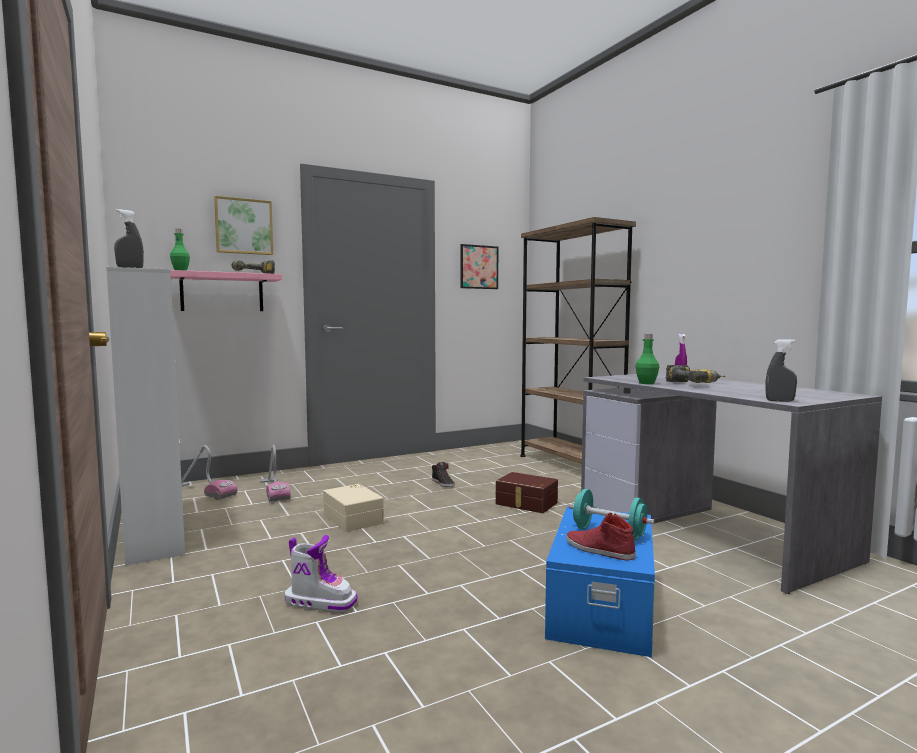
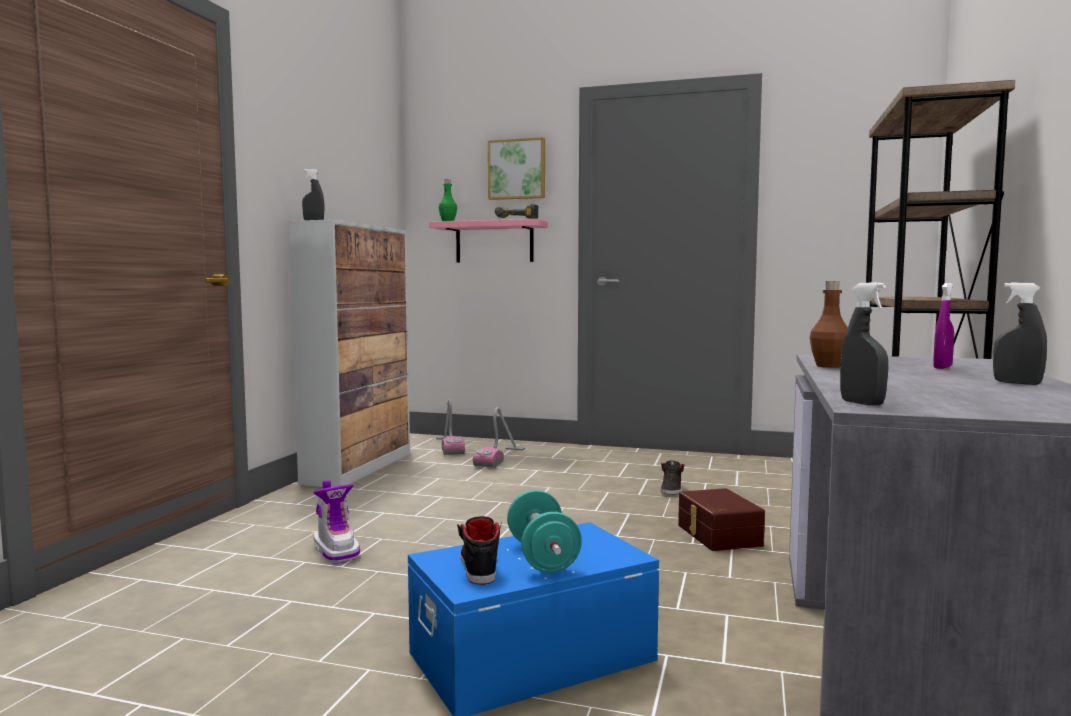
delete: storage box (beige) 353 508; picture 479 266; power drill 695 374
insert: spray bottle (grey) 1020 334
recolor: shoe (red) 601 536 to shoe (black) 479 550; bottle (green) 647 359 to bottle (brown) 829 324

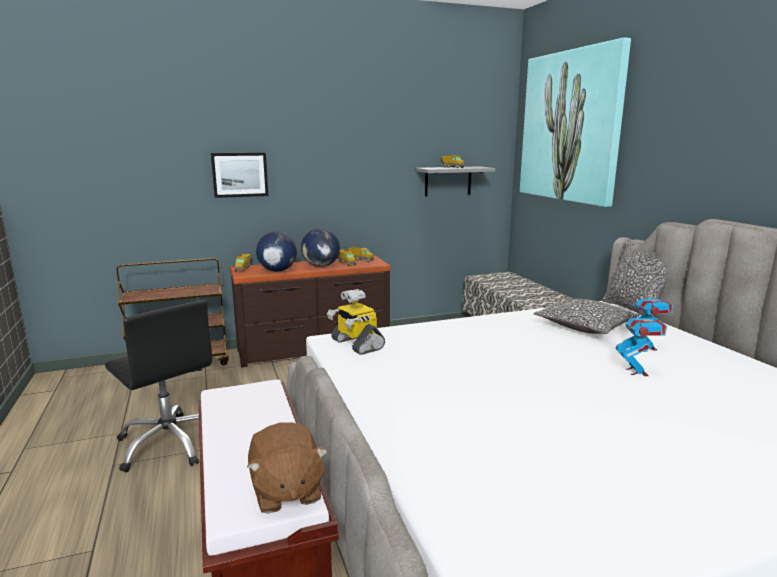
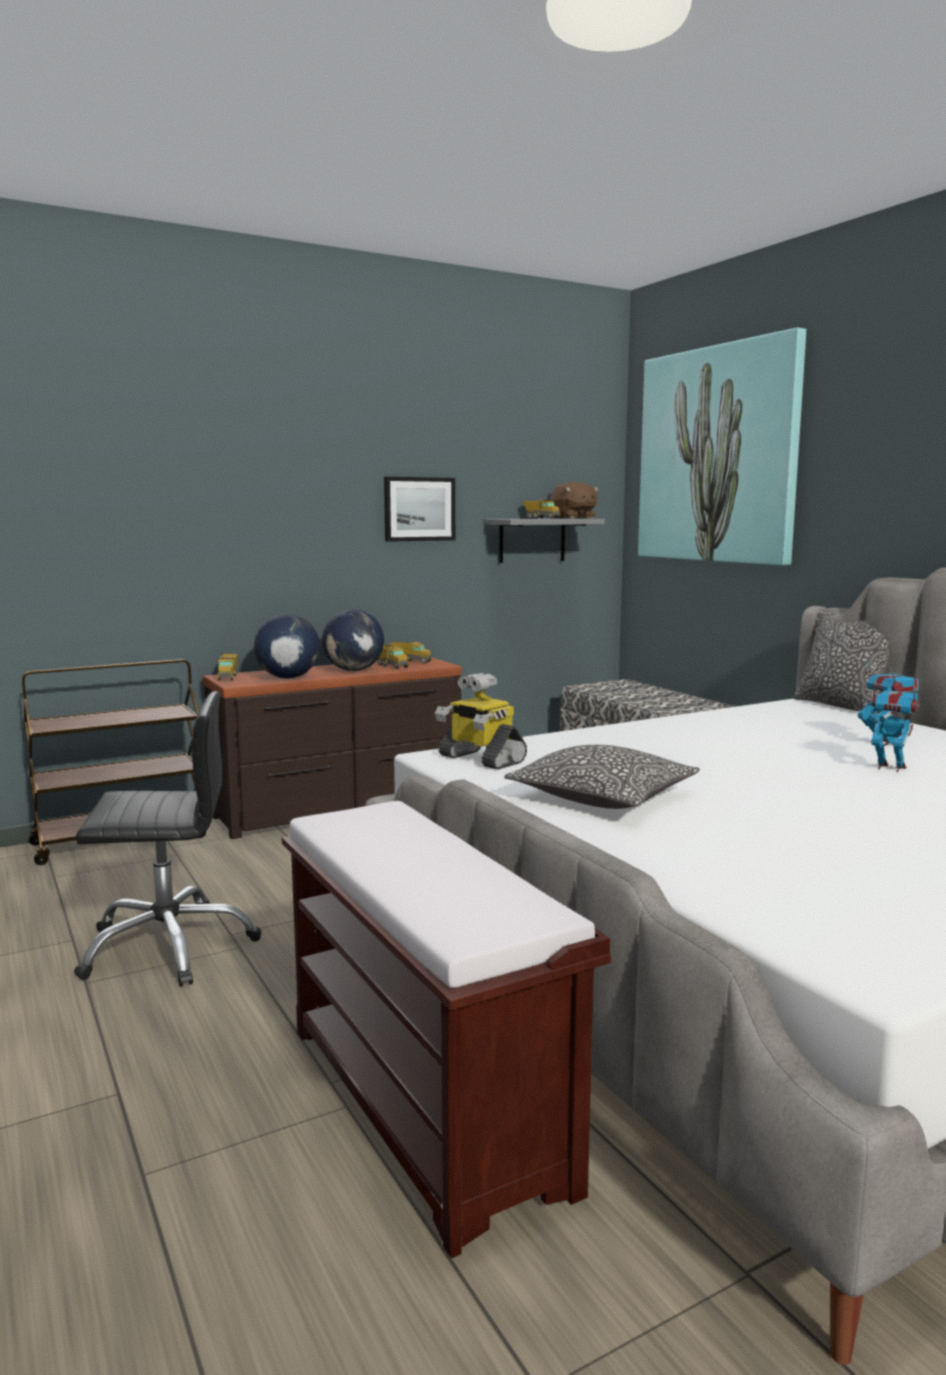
move: picture 239 175 to 419 509; plush toy (brown) 287 467 to 574 500; pillow 587 316 to 602 777
rotate: office chair (black) 158 386 = 167 839 45 degrees counterclockwise; toy robot 641 341 = 895 726 45 degrees counterclockwise

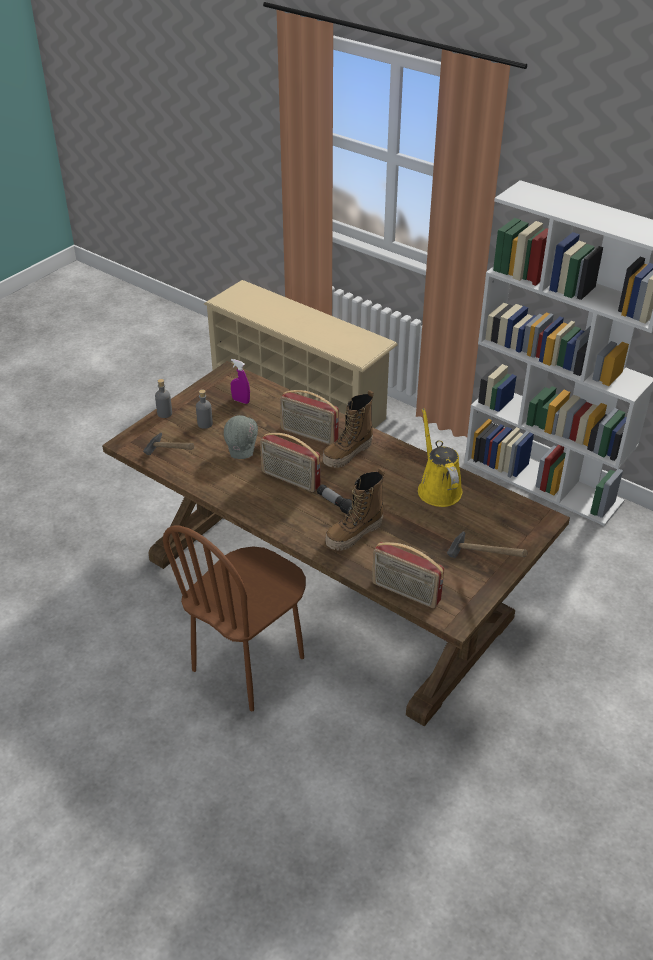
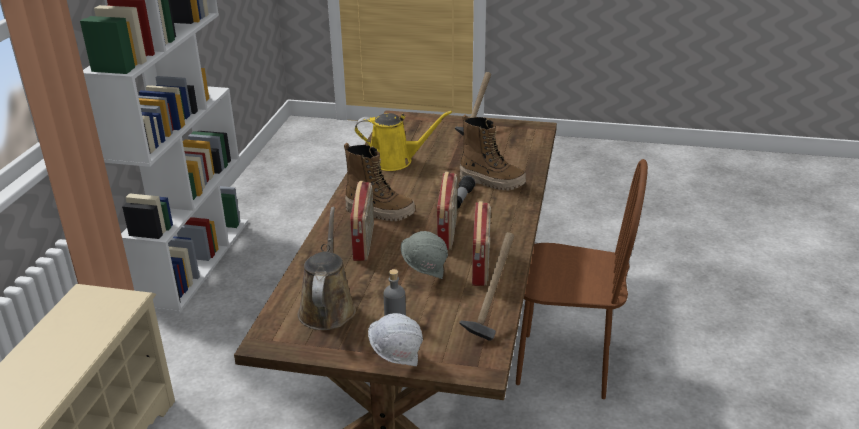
move: radio 408 575 to 481 243
replace: bottle (grey) 163 398 to hard hat (white) 395 339; spray bottle (purple) 240 381 to watering can (brown) 326 268
rotate: watering can (yellow) 440 457 = 403 141 135 degrees counterclockwise

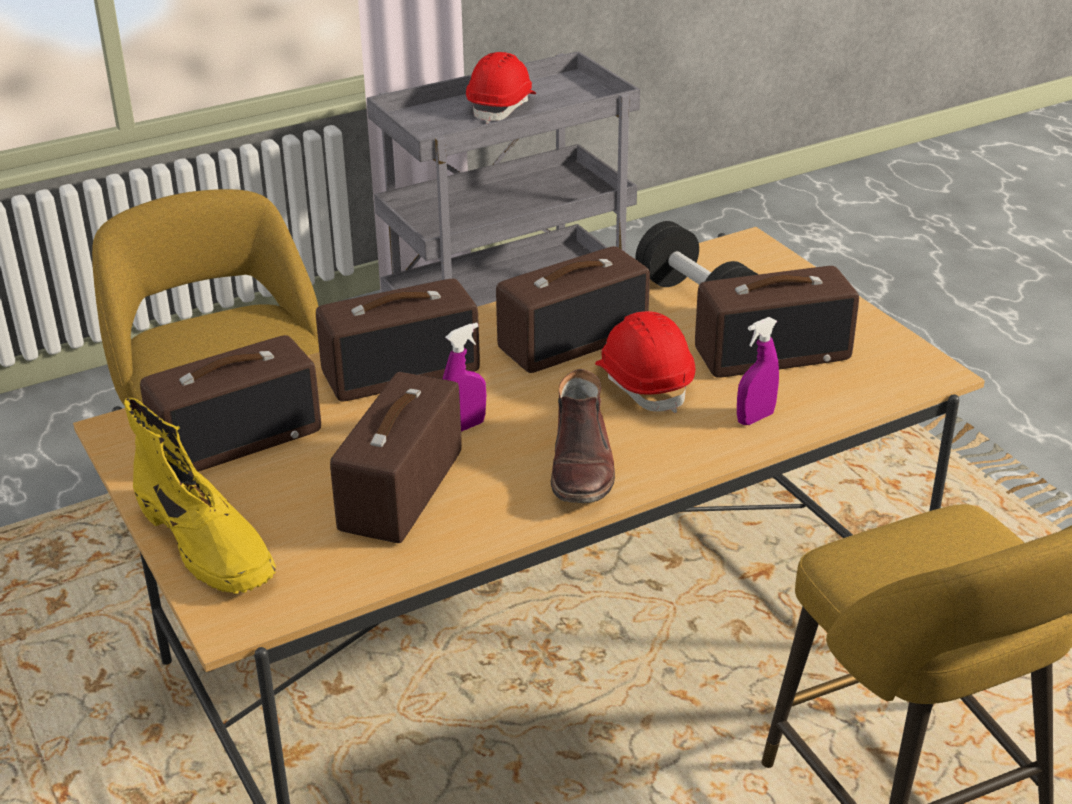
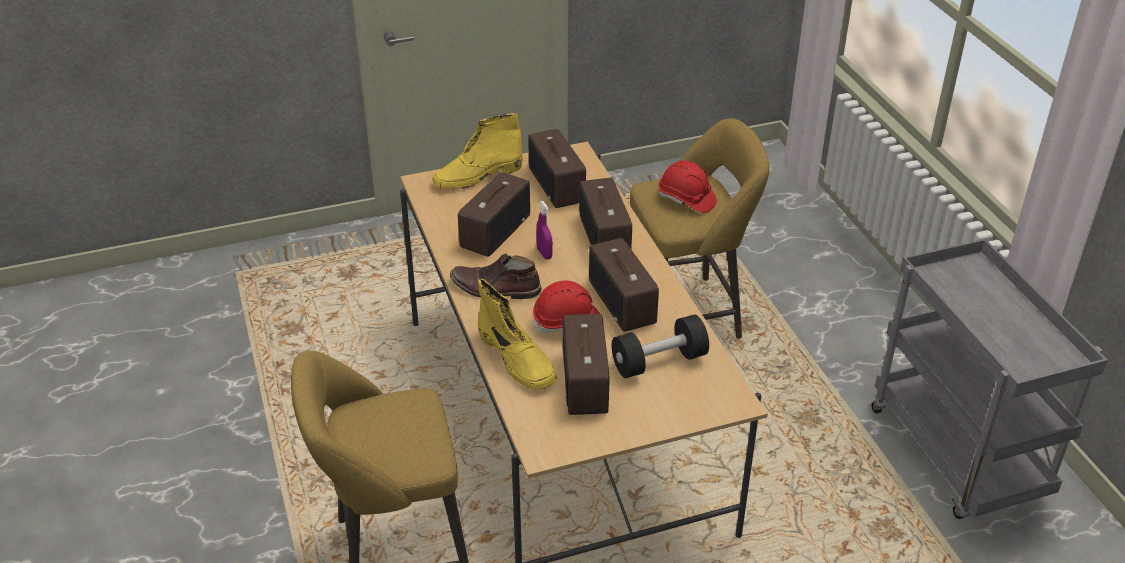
move: hard hat (red) 501 88 to 687 187
replace: spray bottle (purple) 758 371 to boot (yellow) 517 334
rotate: radio 396 457 = 494 214 90 degrees clockwise

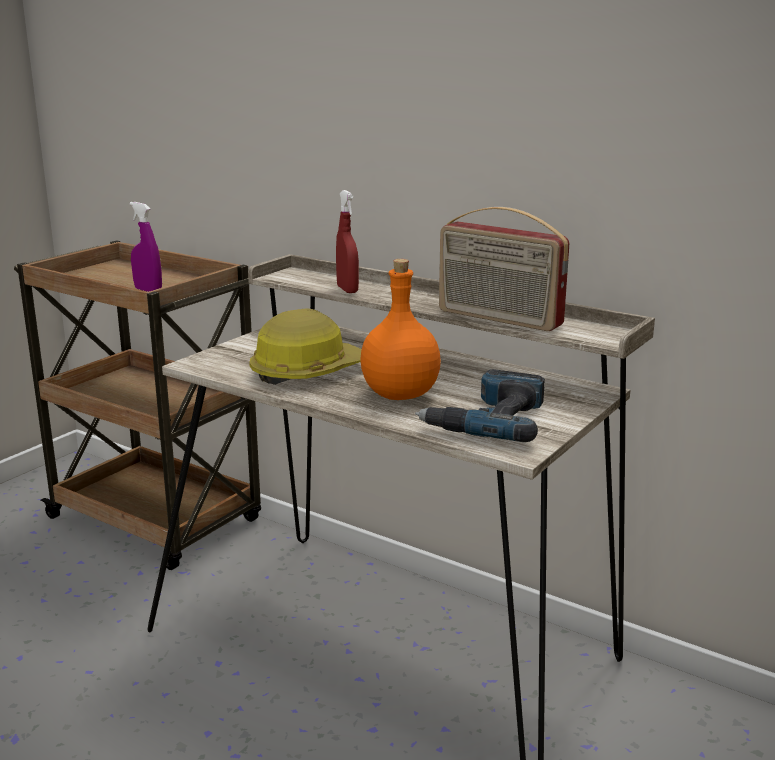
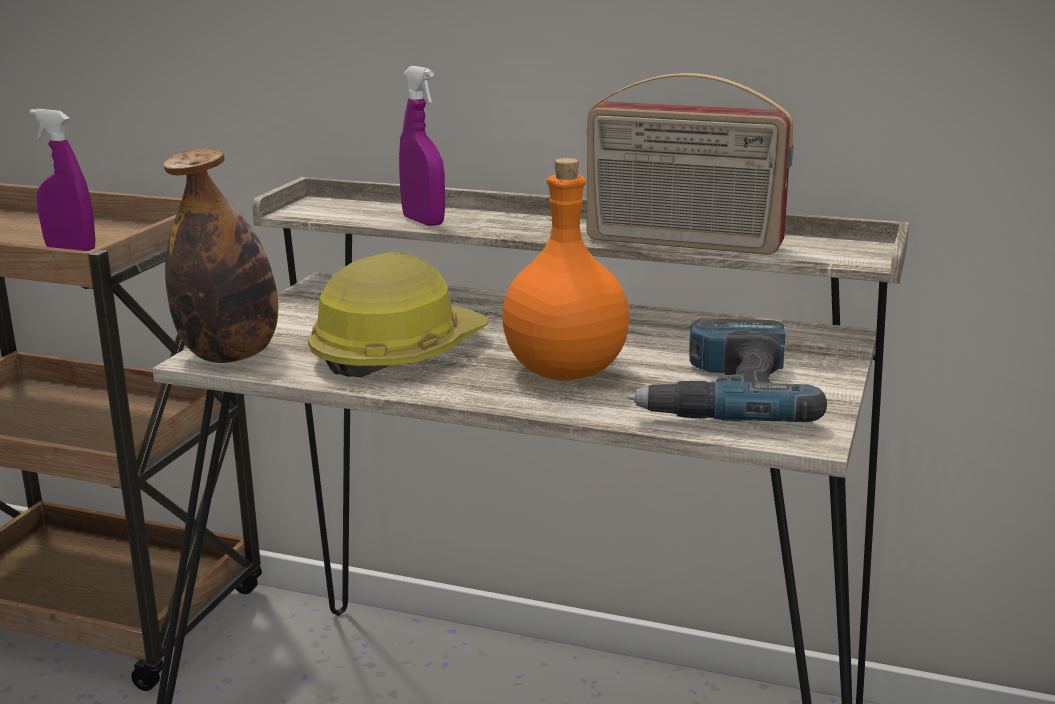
insert: bottle 220 255
recolor: spray bottle (red) 347 241 to spray bottle (purple) 422 146

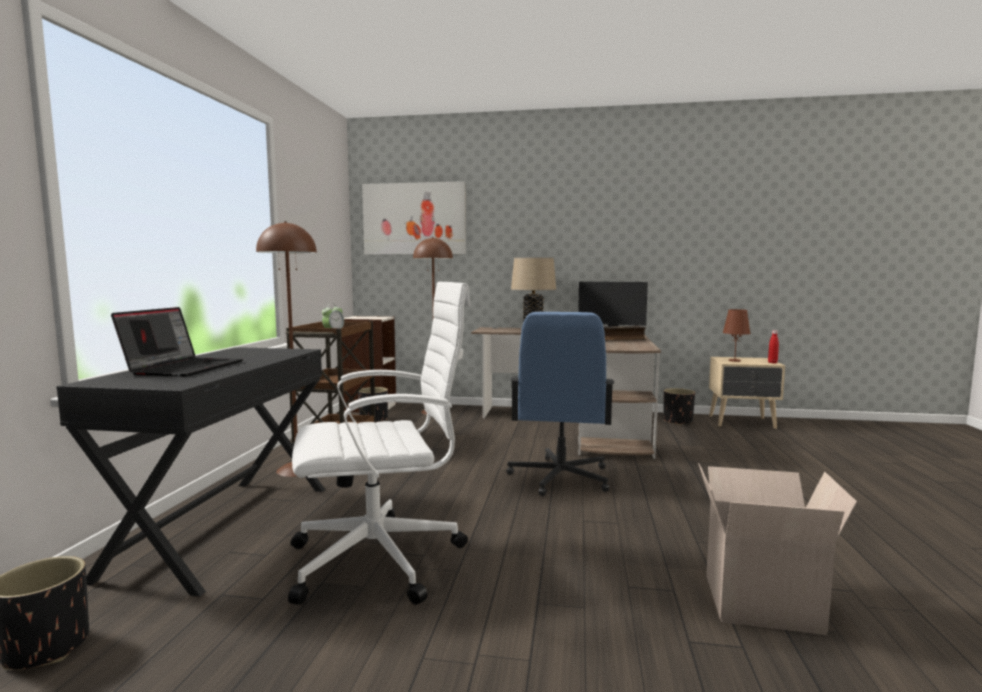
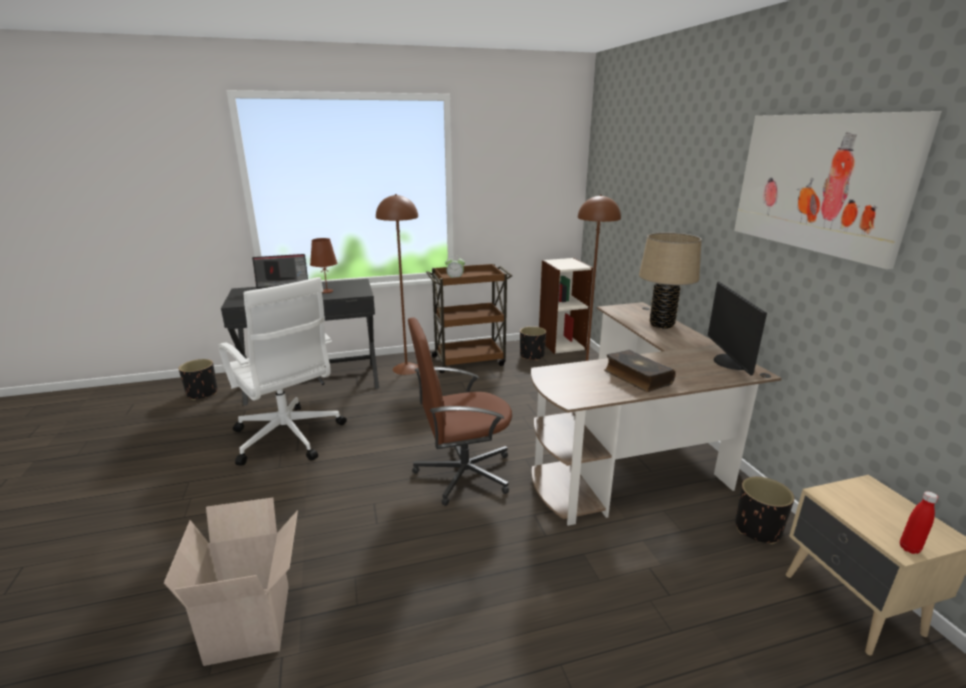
move: picture 414 218 to 838 190; table lamp (brown) 736 335 to 323 265
recolor: office chair (blue) 560 404 to office chair (brown) 460 412

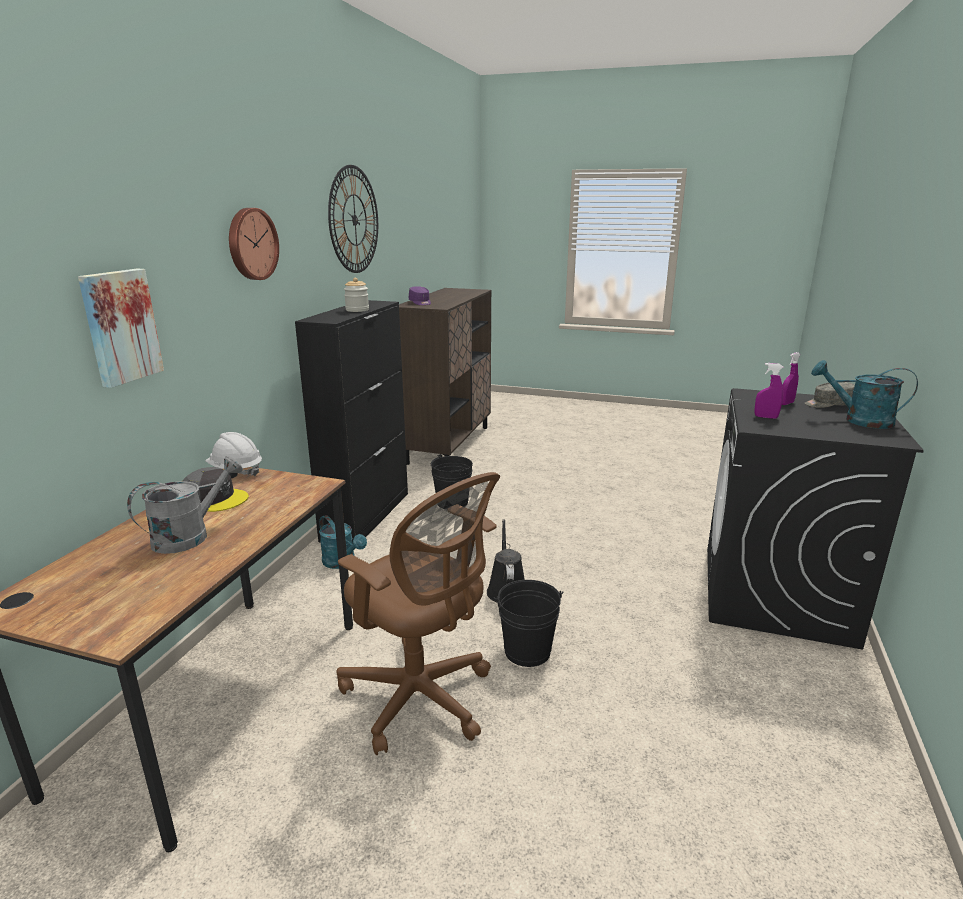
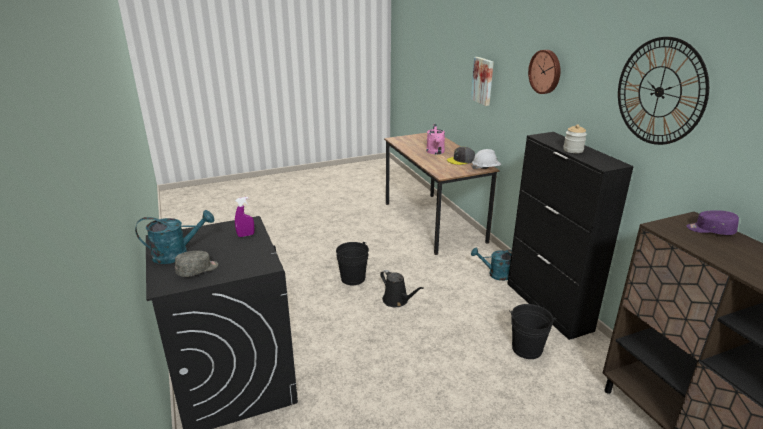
delete: office chair (brown) 418 613; spray bottle (purple) 791 378
recolor: watering can (grey) 185 505 to watering can (pink) 435 139

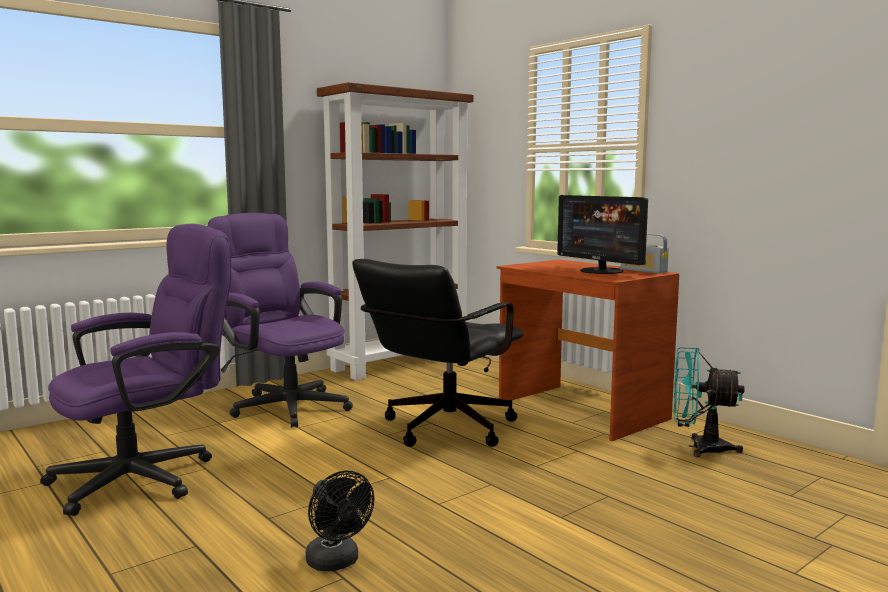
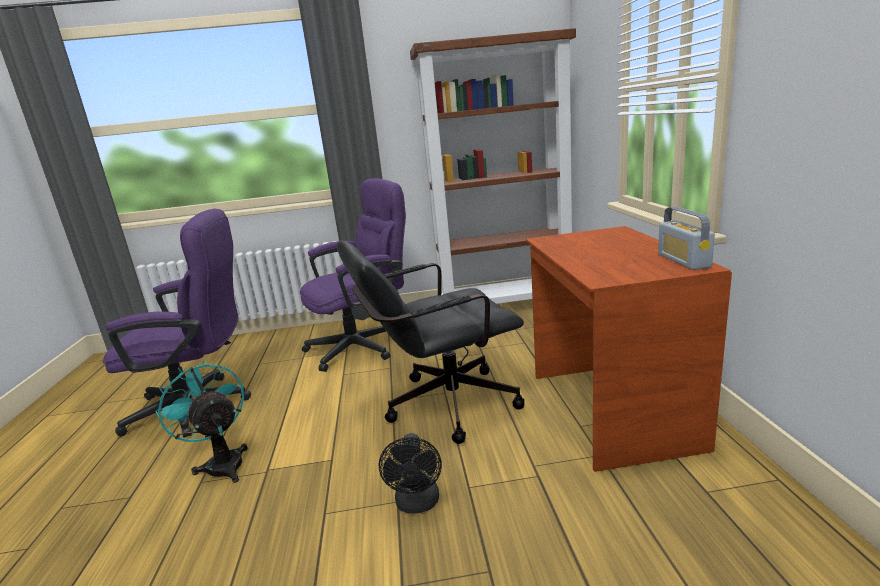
delete: monitor 602 234
move: fan (black) 339 521 to 410 473; fan (turquoise) 709 402 to 202 421
rotate: office chair (purple) 280 320 = 353 275 75 degrees clockwise

